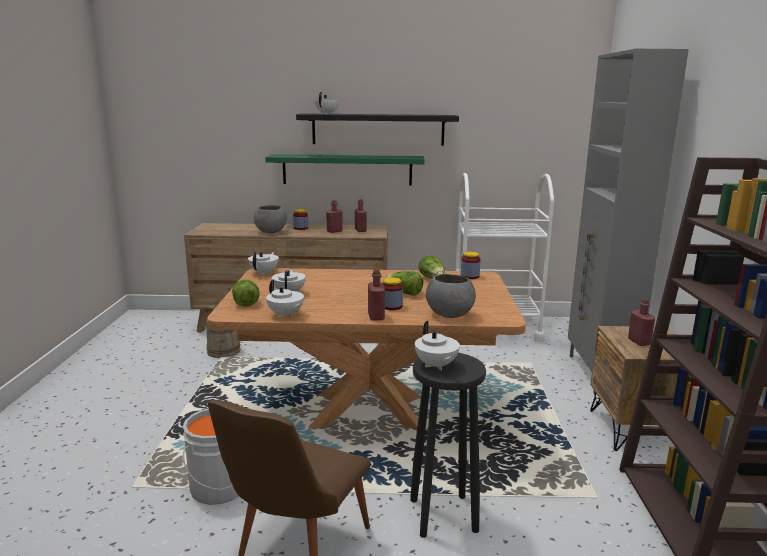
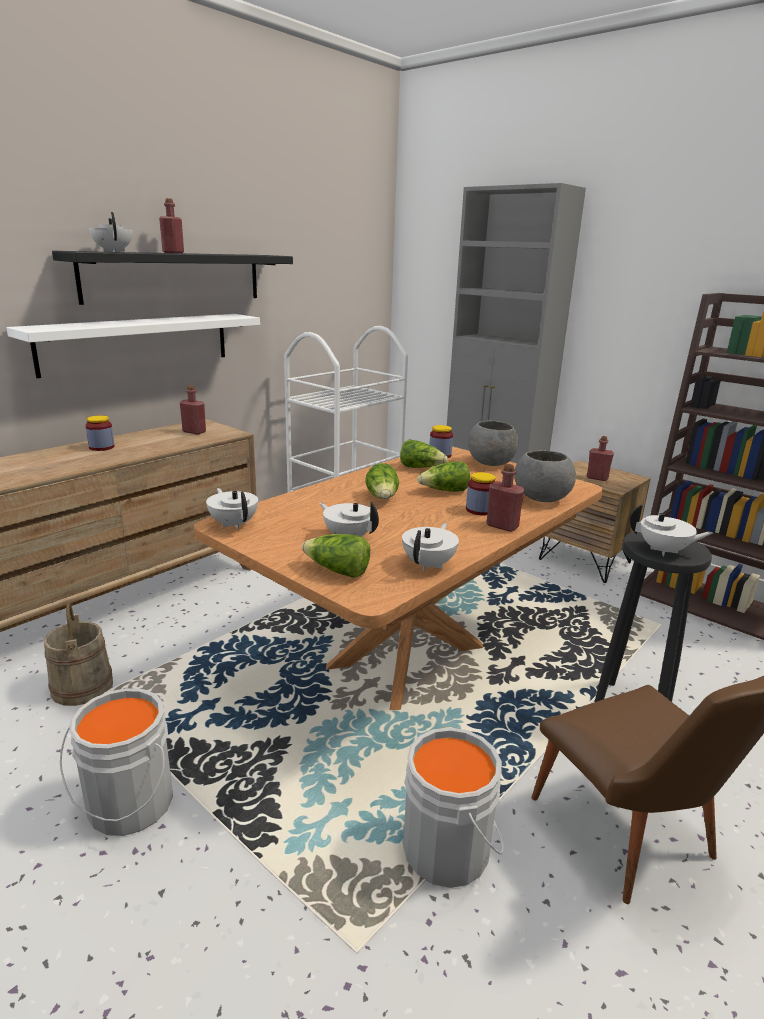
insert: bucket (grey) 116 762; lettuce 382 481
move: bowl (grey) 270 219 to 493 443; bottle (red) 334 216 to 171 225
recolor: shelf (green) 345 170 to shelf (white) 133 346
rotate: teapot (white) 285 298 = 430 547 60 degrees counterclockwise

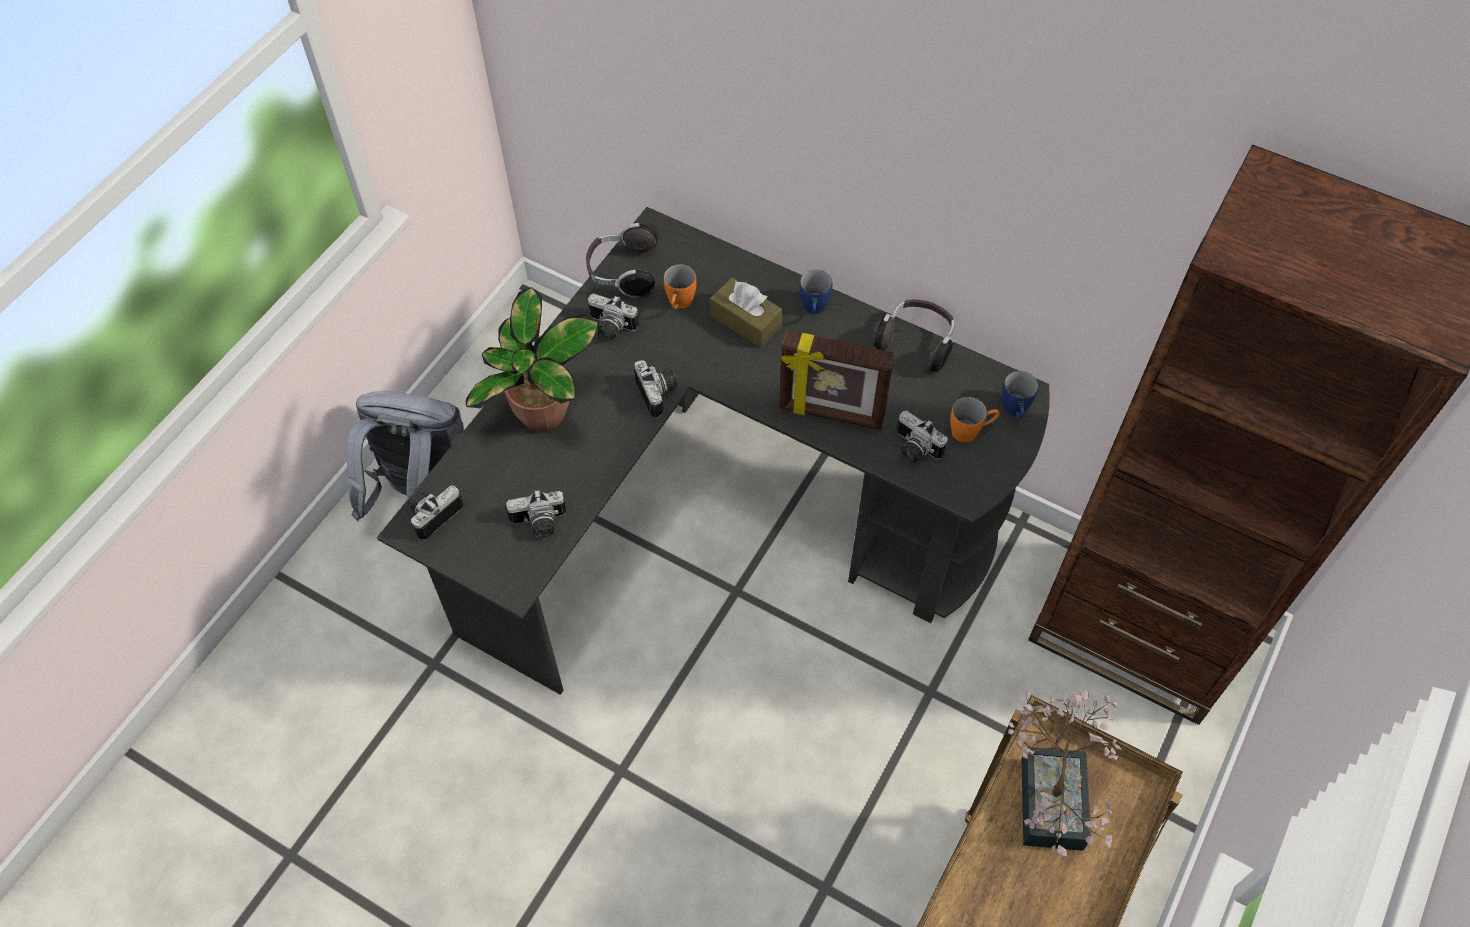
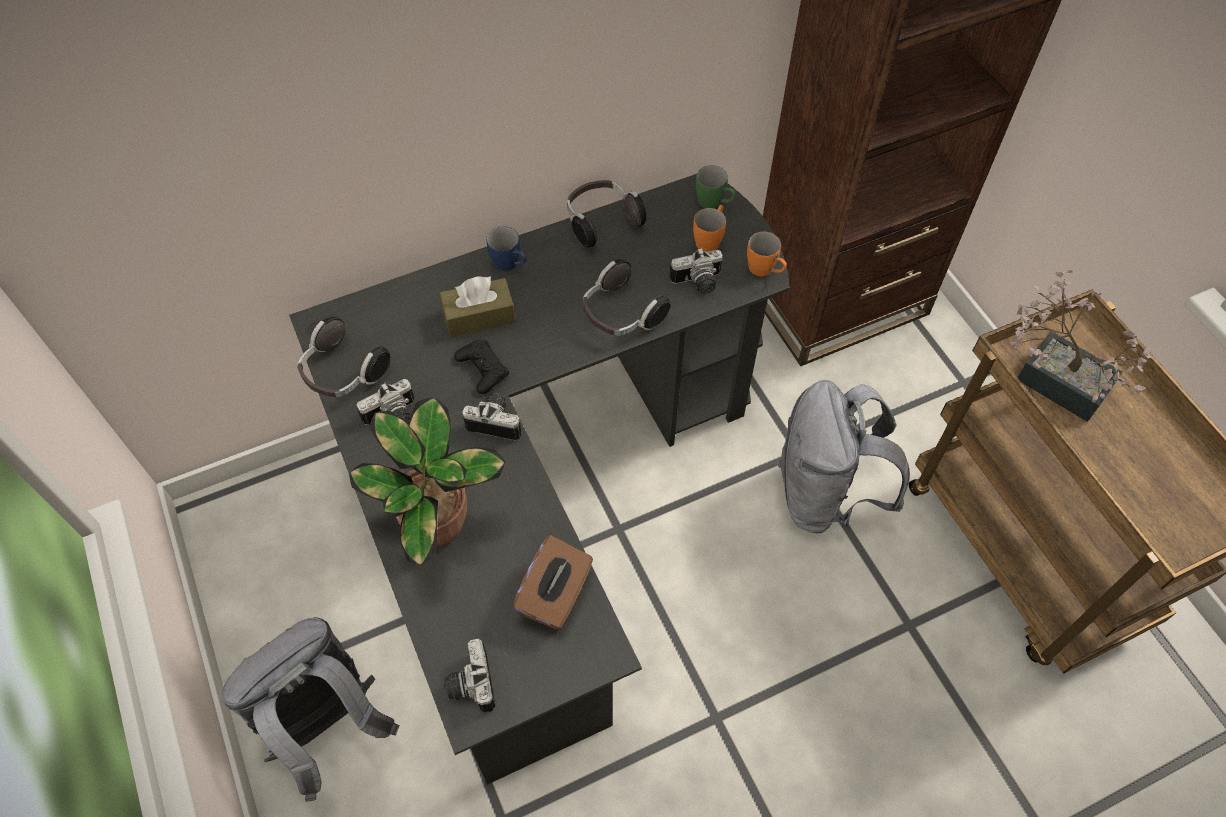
insert: game controller (black) 481 367; backpack (grey) 843 456
move: mug (orange) 680 286 to 767 254
replace: photo camera 536 514 to tissue box (brown) 552 582; picture frame 837 380 to headphones 626 297
recolor: mug (blue) 1020 395 to mug (green) 716 186

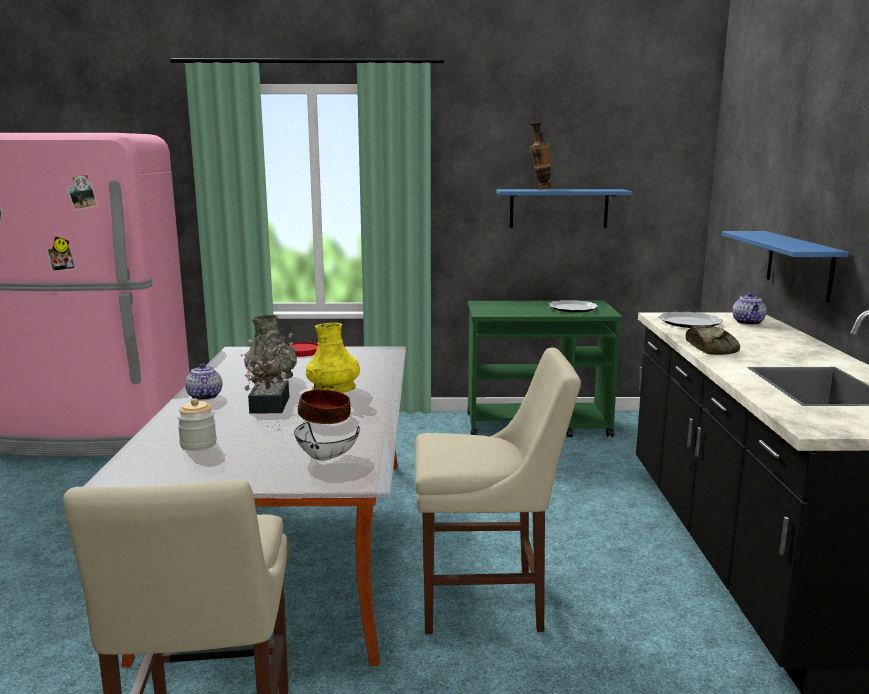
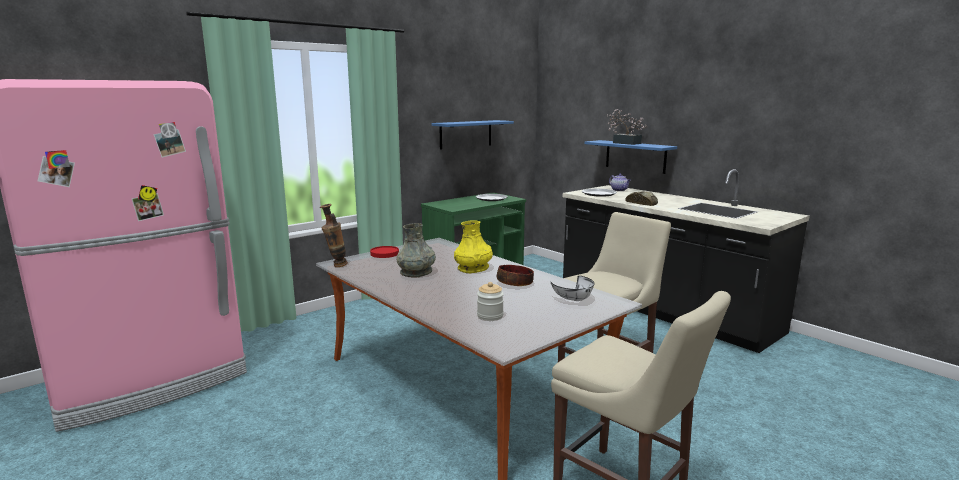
delete: teapot 203 381
move: potted plant 268 372 to 627 127; vase 541 156 to 334 235

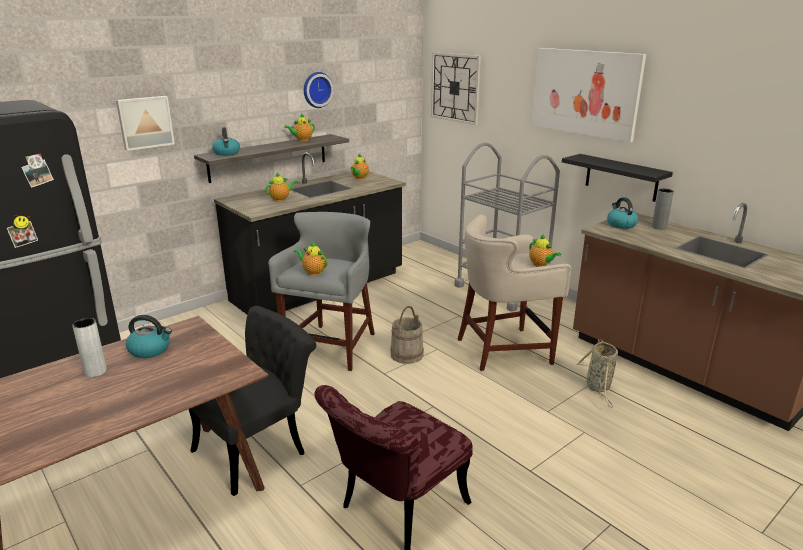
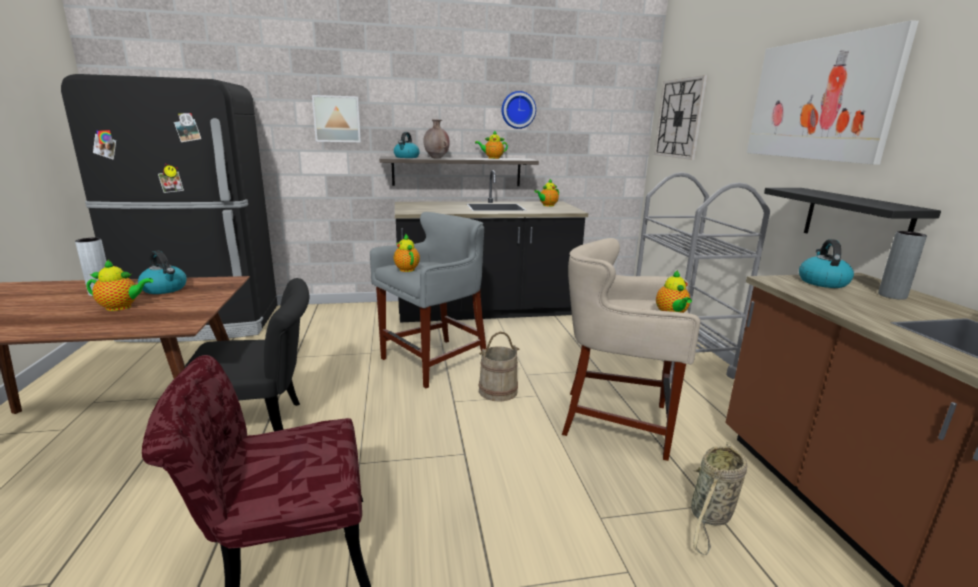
insert: vase (brown) 436 139
move: teapot 281 186 to 119 285

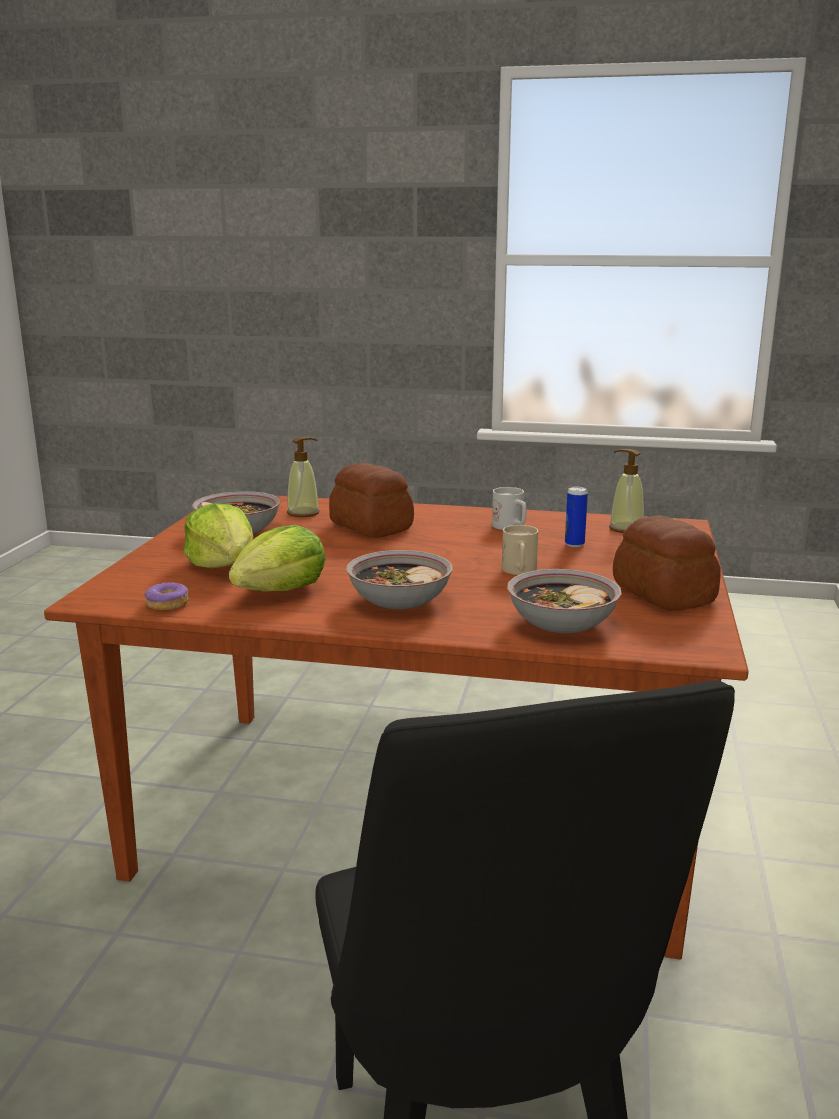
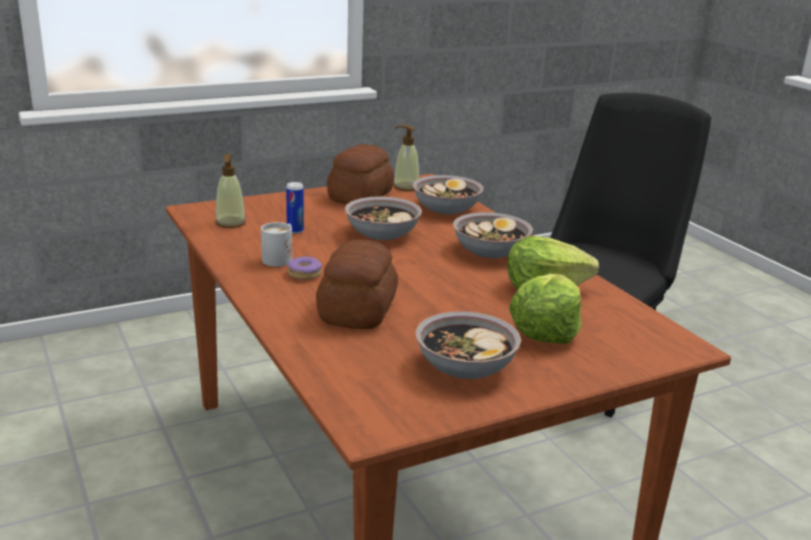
move: donut 167 596 to 305 268; soap dispenser 303 477 to 406 158
replace: mug (beige) 520 550 to bowl 383 218

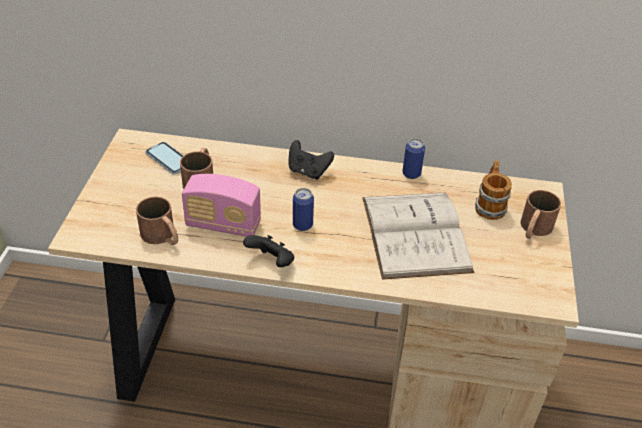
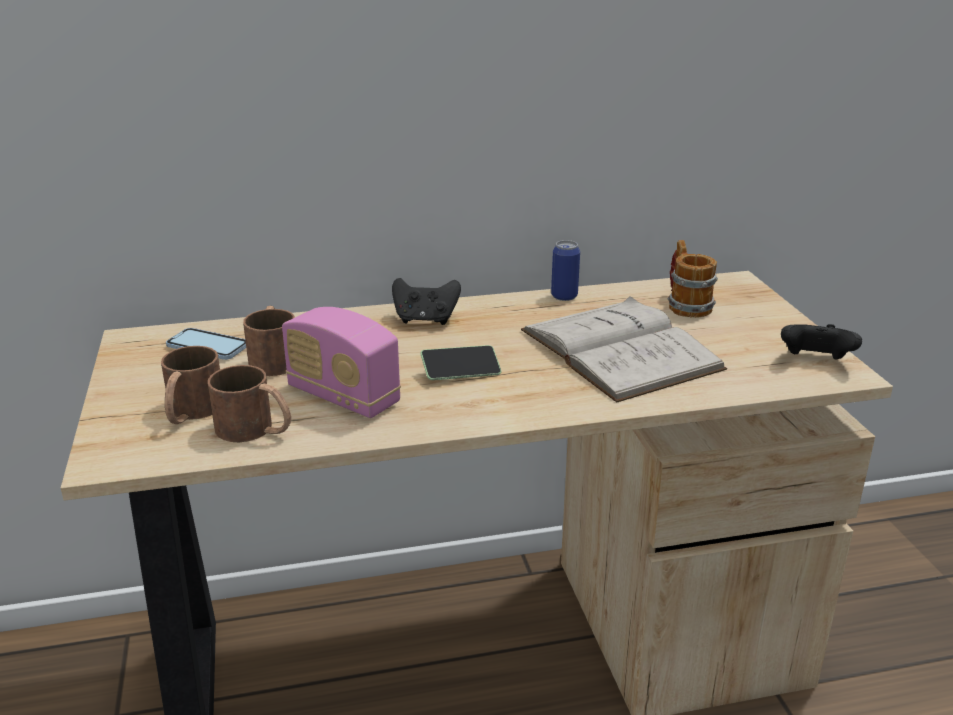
move: game controller (black) 268 251 to 821 342; mug (brown) 541 214 to 190 385
replace: can 303 209 to phone 460 362
rotate: radio 221 205 = 341 362 45 degrees clockwise

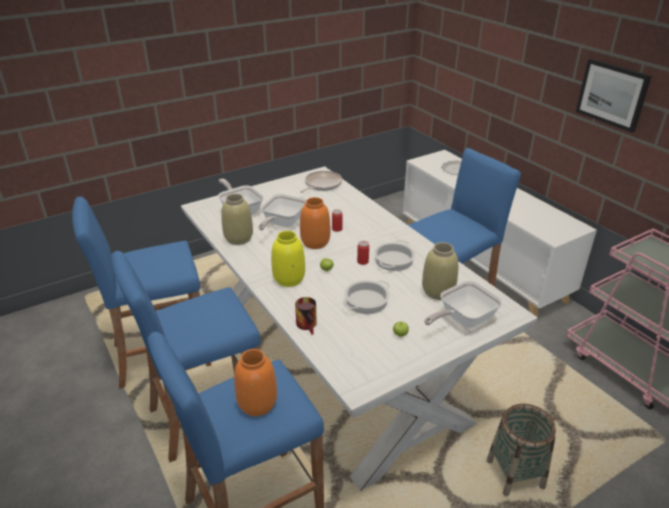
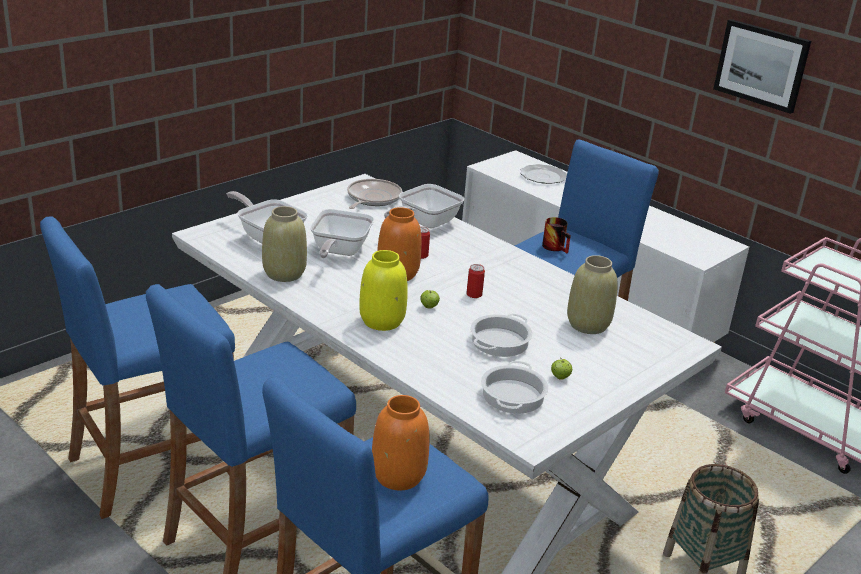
move: mug 306 316 to 556 235; cooking pot 394 255 to 514 387; frying pan 463 304 to 424 206

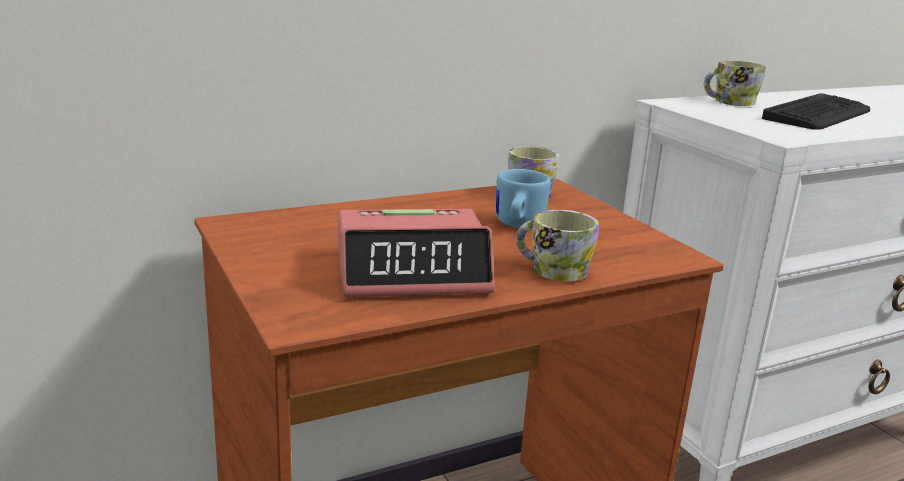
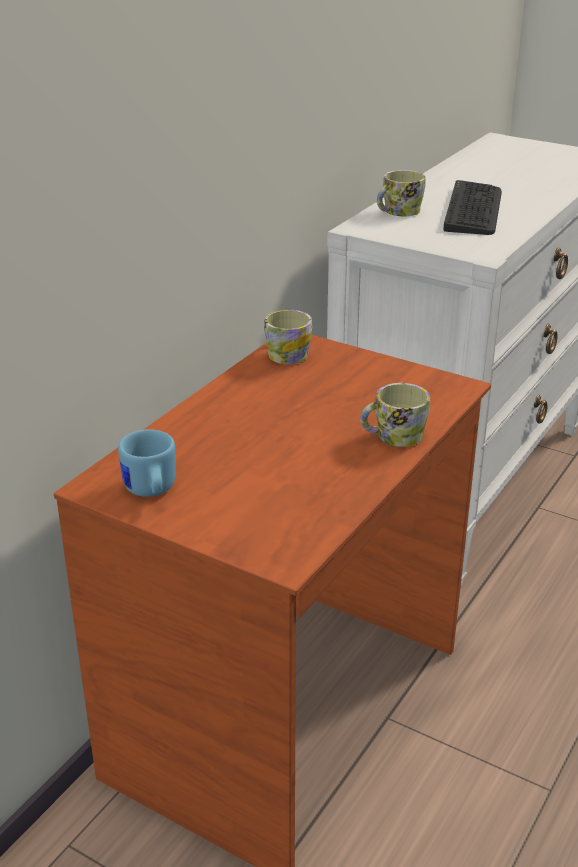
delete: alarm clock 416 253
move: mug (blue) 523 198 to 147 463

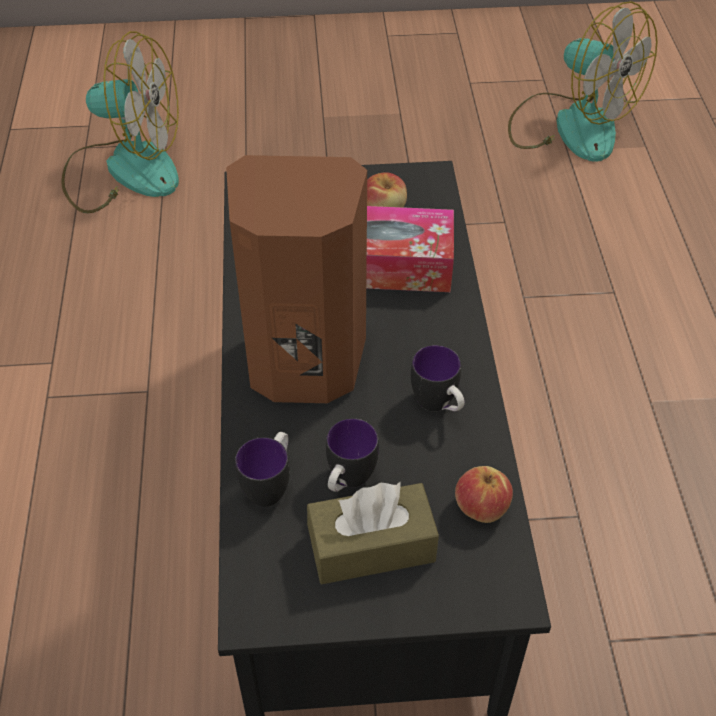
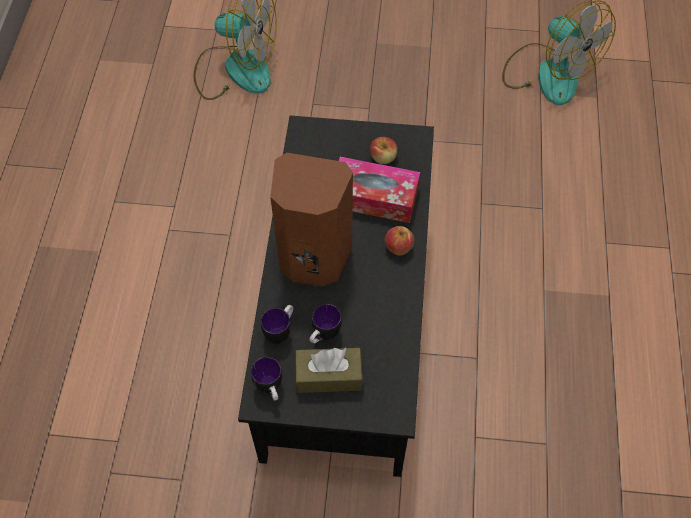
move: mug 438 378 to 266 379; apple 484 494 to 399 240

